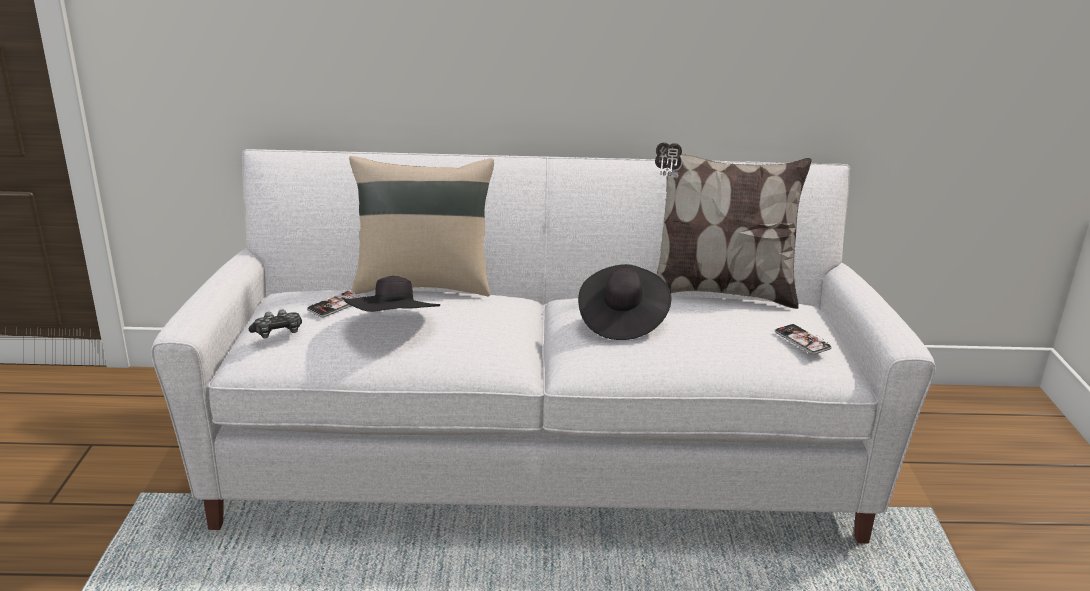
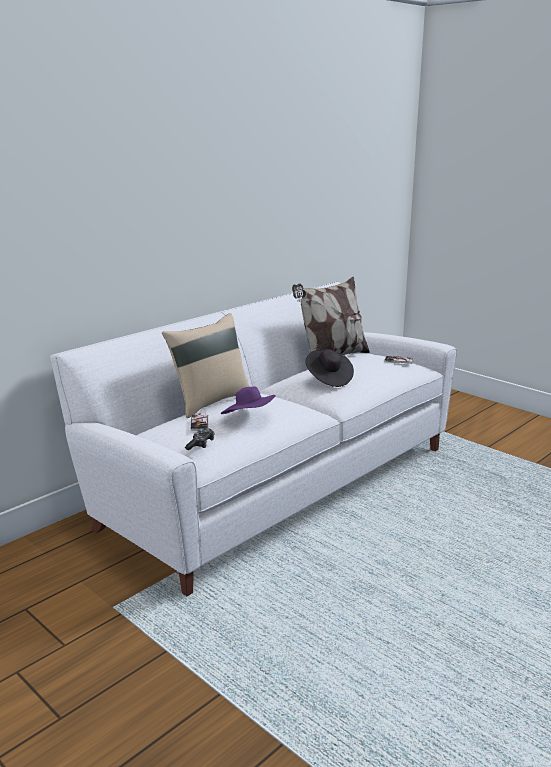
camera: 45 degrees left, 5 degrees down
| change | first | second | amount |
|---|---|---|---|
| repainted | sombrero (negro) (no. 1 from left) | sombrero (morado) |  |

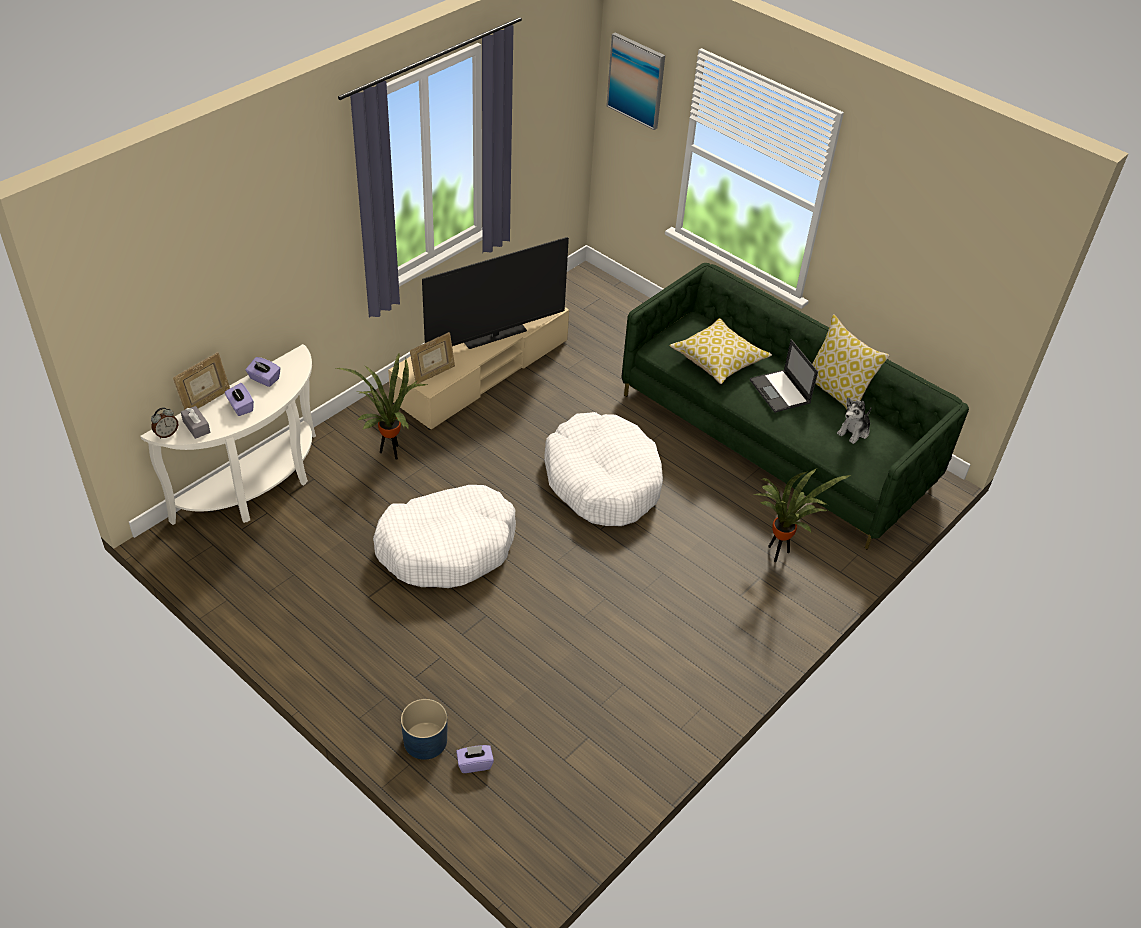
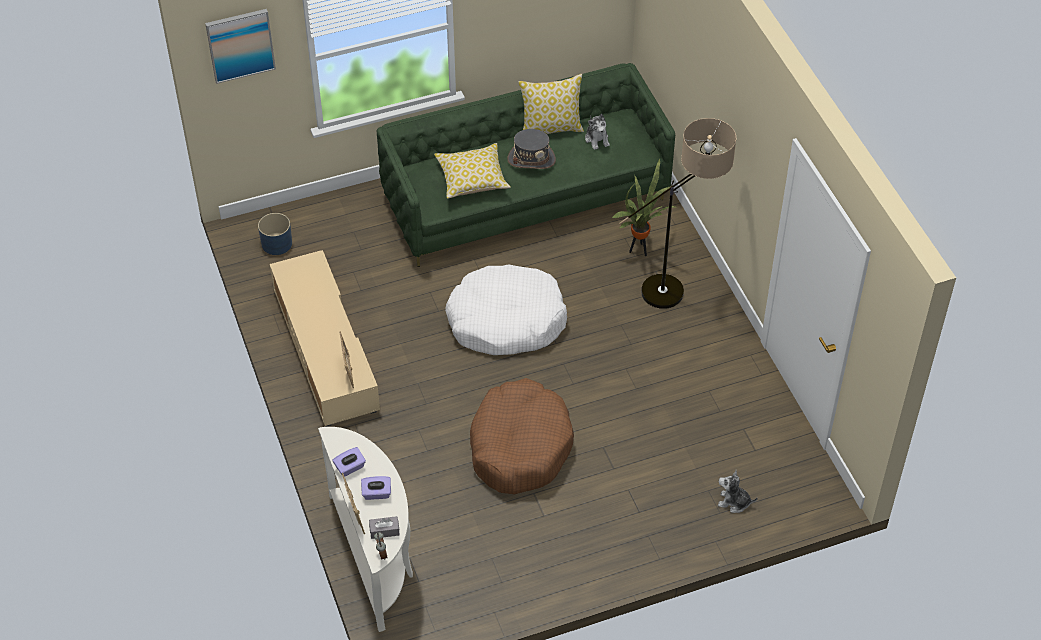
camera: 60 degrees left, 5 degrees up
| change | first | second | amount |
|---|---|---|---|
| shifted | maceta (azul) |  |  |
| repainted | cama para perro (blanco) (no. 1 from left) | cama para perro (marrón) |  |
| swapped | portátil | sombrero (gris) |  |
| new |  | lámpara de pie |  |
| swapped | caja de pañuelos (morado) (no. 3 from left) | peluche (no. 2 from left) |  |
| gone | planta en maceta (no. 1 from left) |  |  |
| gone | televisor |  |  |

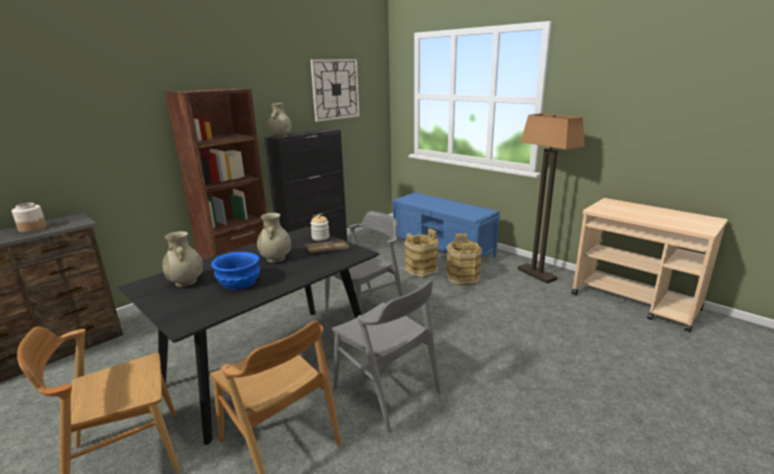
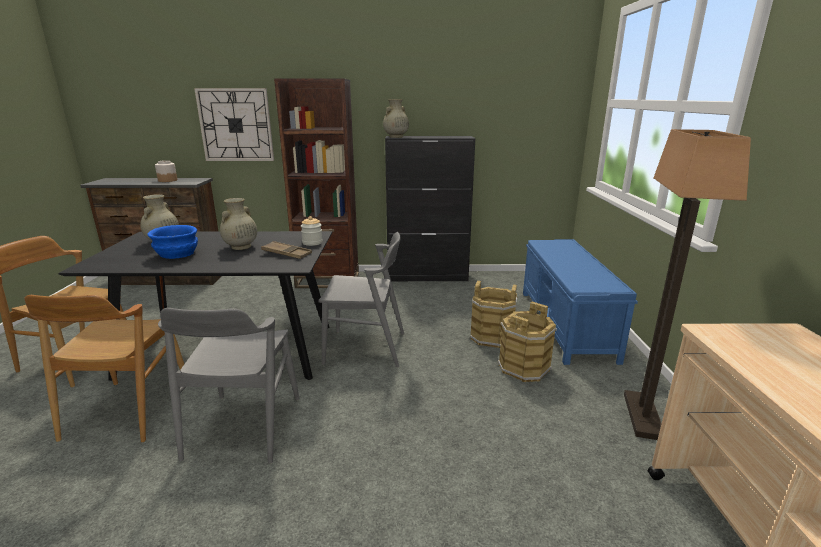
camera: 45 degrees right, 0 degrees up
| change | first | second | amount |
|---|---|---|---|
| shifted | reloj de pared |  |  |

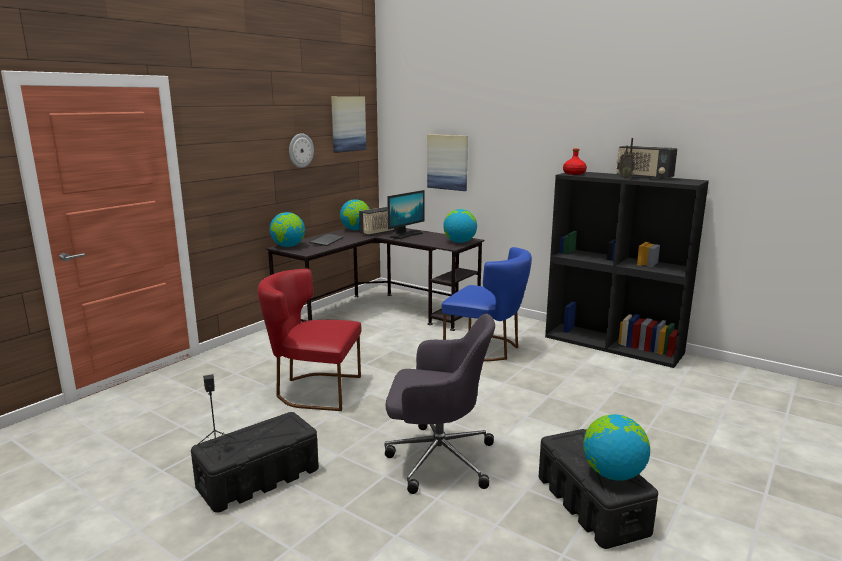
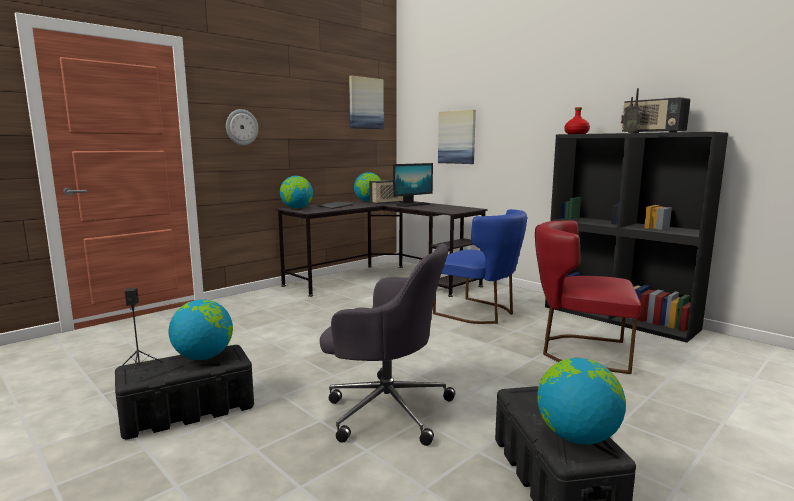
camera: 10 degrees right, 5 degrees down
| change | first | second | amount |
|---|---|---|---|
| shifted | globo terráqueo (no. 3 from left in the first image) | globo terráqueo (no. 1 from left) |  |
| shifted | reloj de pared |  |  |
| shifted | silla (rojo) |  |  |

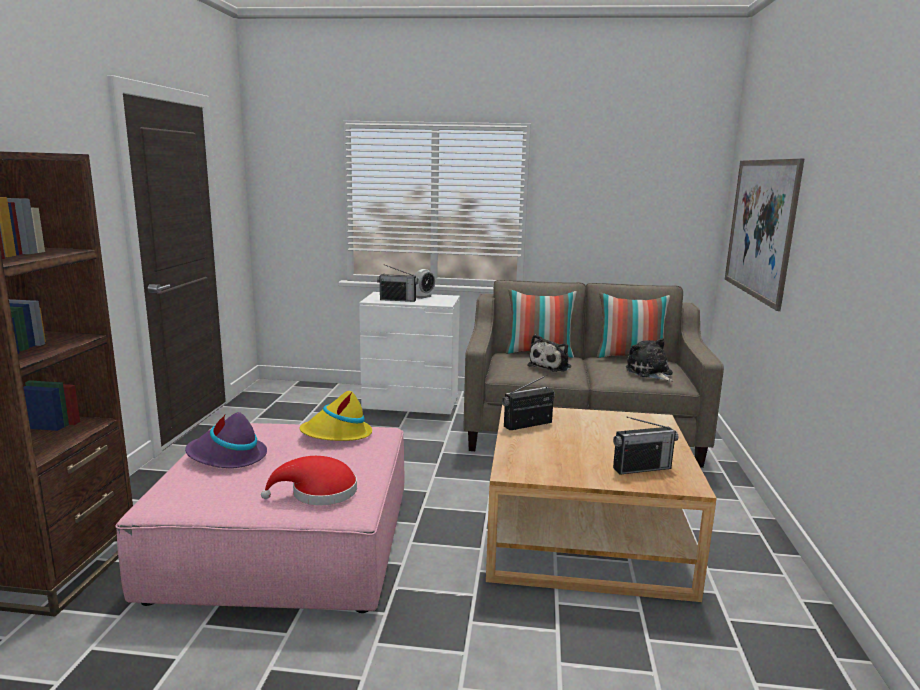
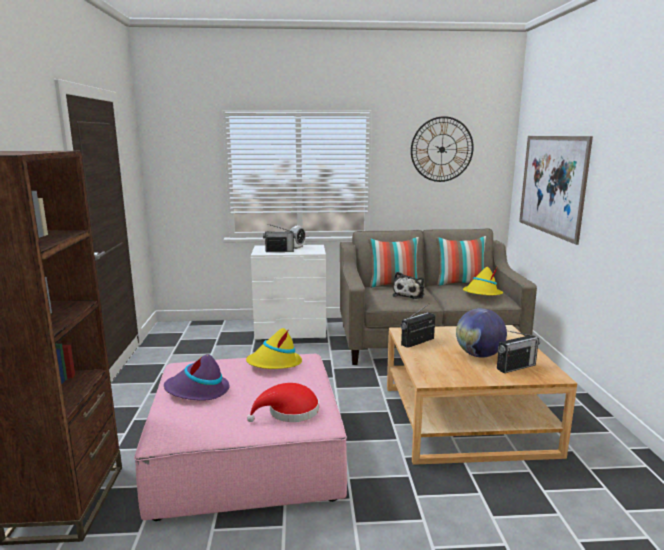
camera: 10 degrees left, 0 degrees up
| change | first | second | amount |
|---|---|---|---|
| new |  | reloj de pared |  |
| new |  | globo terráqueo |  |
| swapped | peluche (no. 2 from left) | sombrero (amarillo) (no. 2 from left) |  |

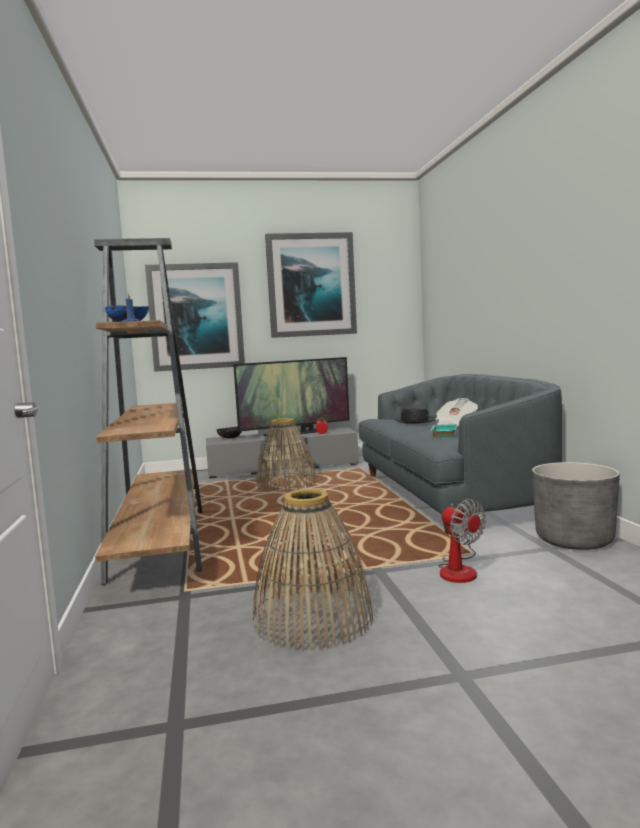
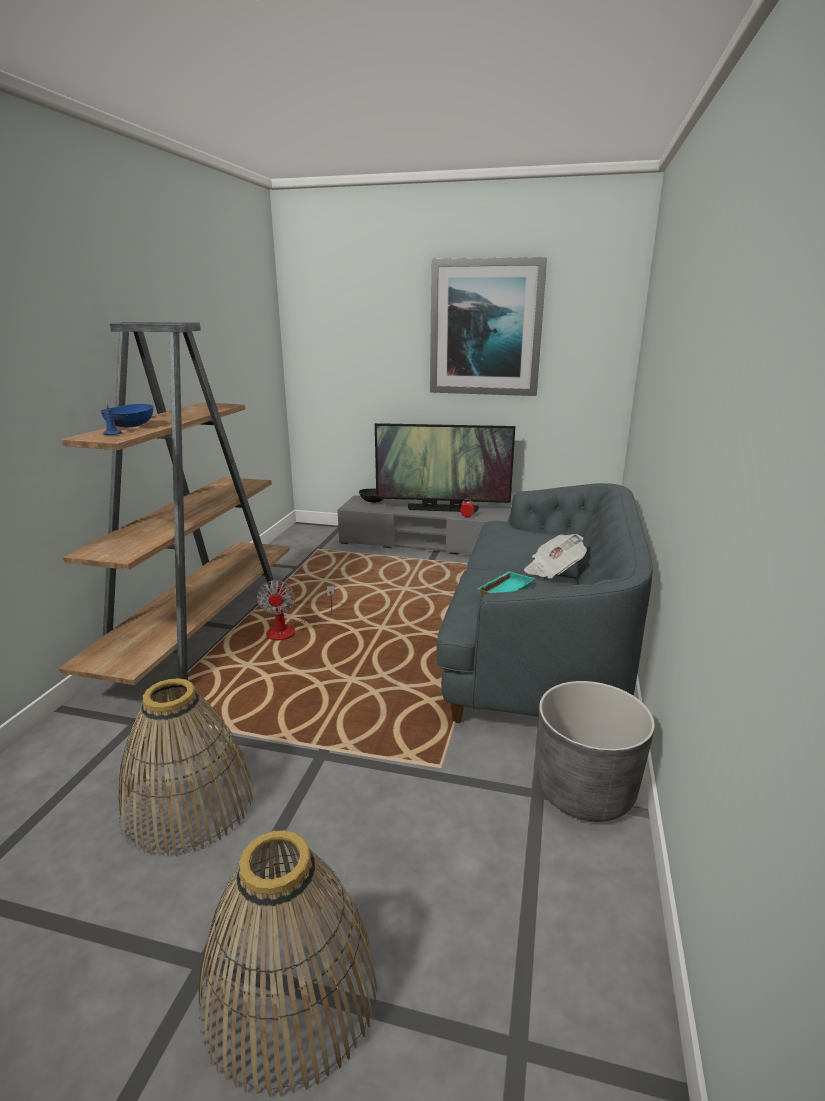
camera: 25 degrees right, 15 degrees up
| change | first | second | amount |
|---|---|---|---|
| shifted | cesta (no. 1 from left in the first image) | cesta (no. 2 from left) |  |
| shifted | ventilador |  |  |
| gone | cuadro (no. 1 from left) |  |  |
| gone | sombrero (negro) |  |  |

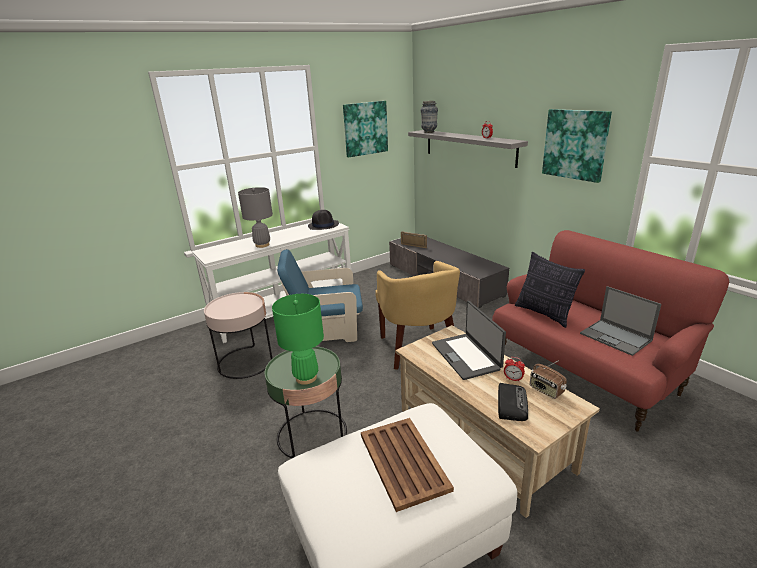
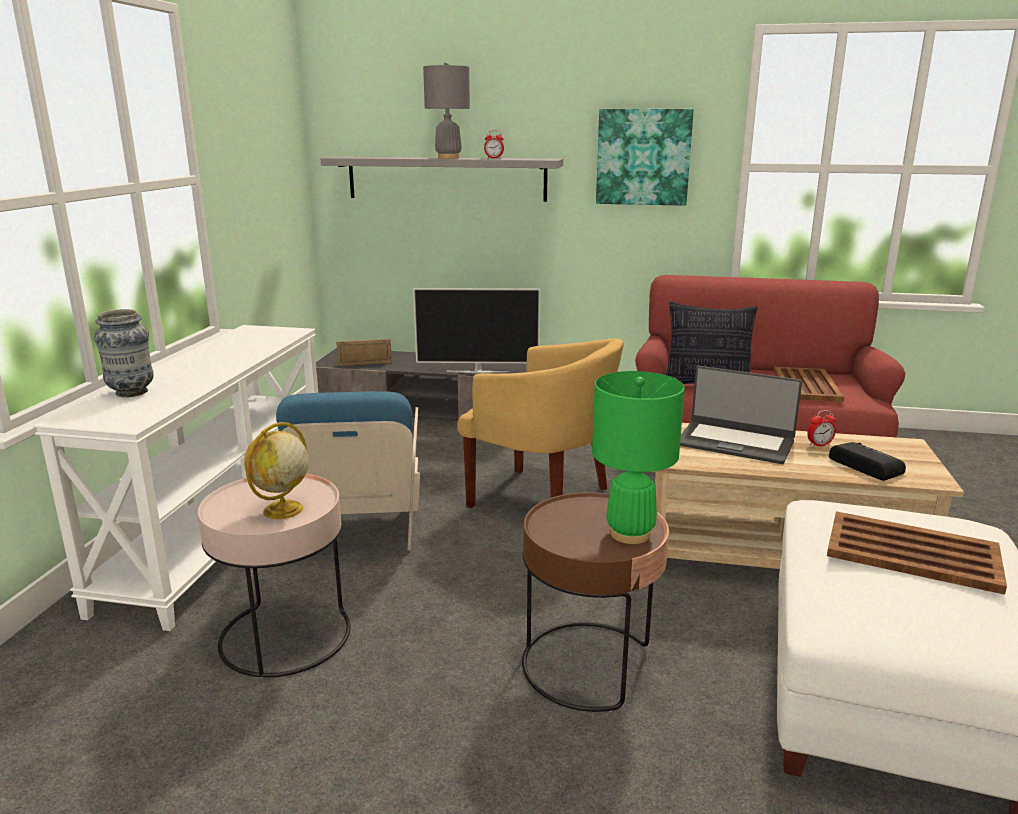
camera: 45 degrees left, 5 degrees down
| change | first | second | amount |
|---|---|---|---|
| shifted | florero |  |  |
| new |  | globo terráqueo |  |
| rotated | sillón (azul) |  | 45 degrees counterclockwise |
| new |  | televisor |  |
| shifted | lámpara de mesa (gris) |  |  |
| repainted | mesa auxiliar (verde) | mesa auxiliar (marrón) |  |
| swapped | portátil (no. 2 from left) | bandeja (marrón) (no. 1 from left) |  |
| gone | sombrero (negro) |  |  |
| gone | cuadro (no. 1 from left) |  |  |
| gone | radio (no. 2 from left) |  |  |

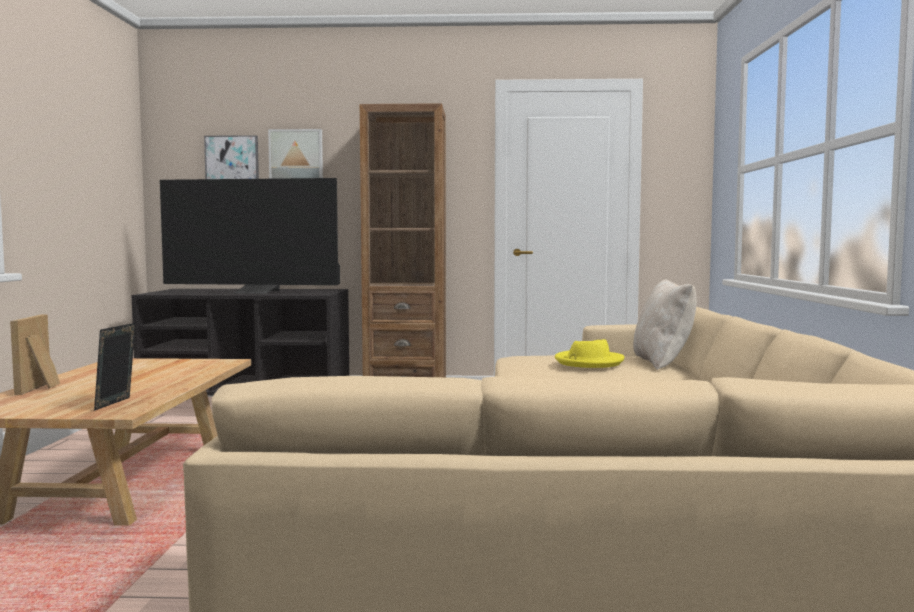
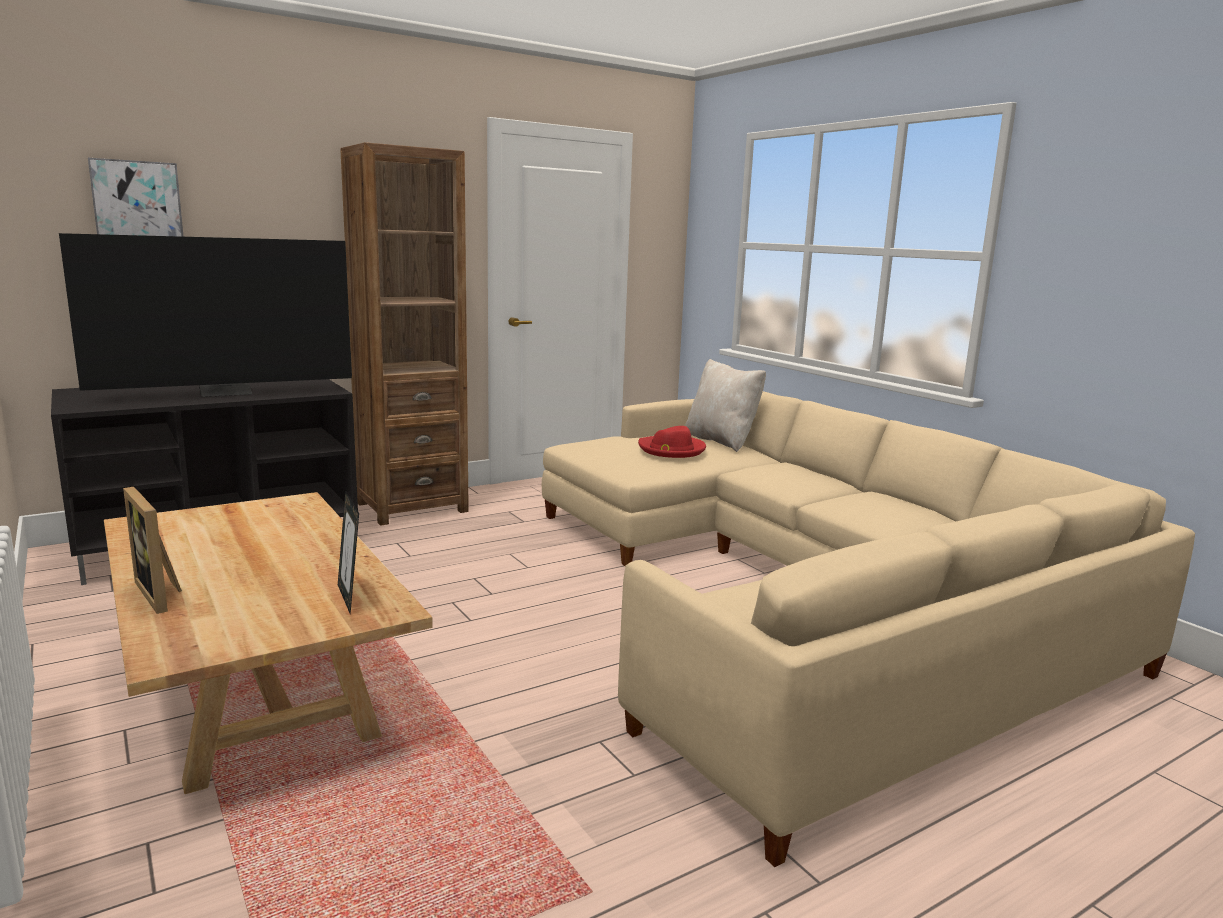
camera: 35 degrees left, 10 degrees up
| change | first | second | amount |
|---|---|---|---|
| repainted | sombrero (amarillo) | sombrero (rojo) |  |
| gone | cuadro (no. 2 from left) |  |  |

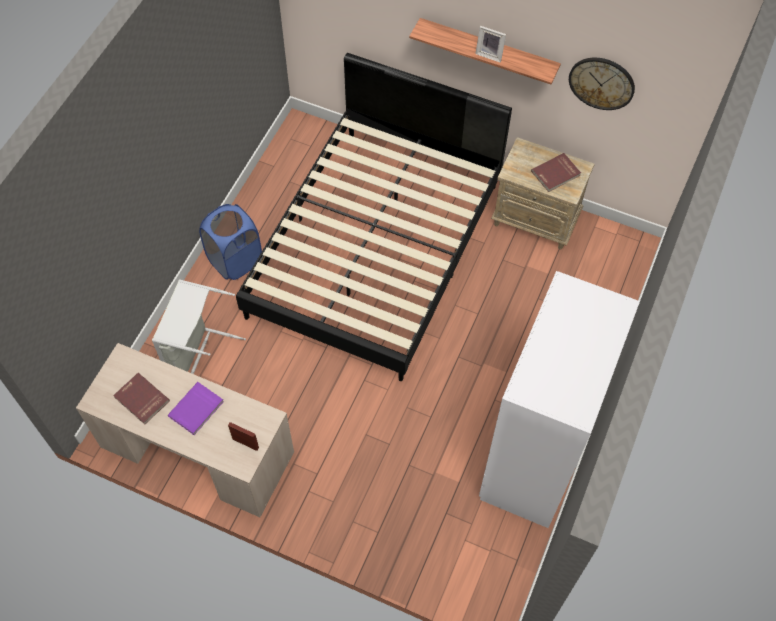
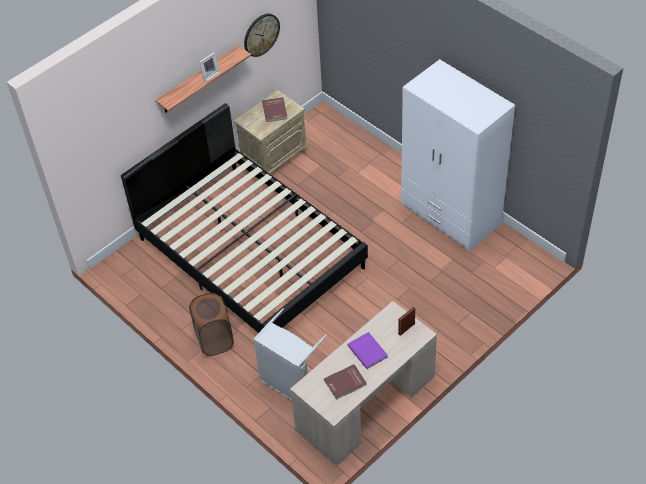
camera: 65 degrees left, 10 degrees down
| change | first | second | amount |
|---|---|---|---|
| repainted | cesto de la ropa (azul) | cesto de la ropa (marrón) |  |

